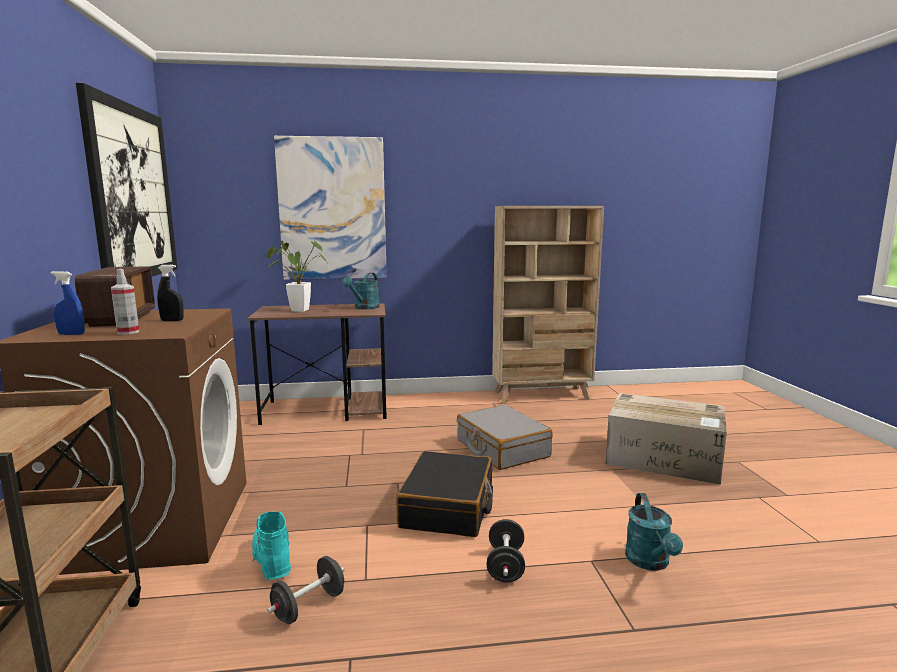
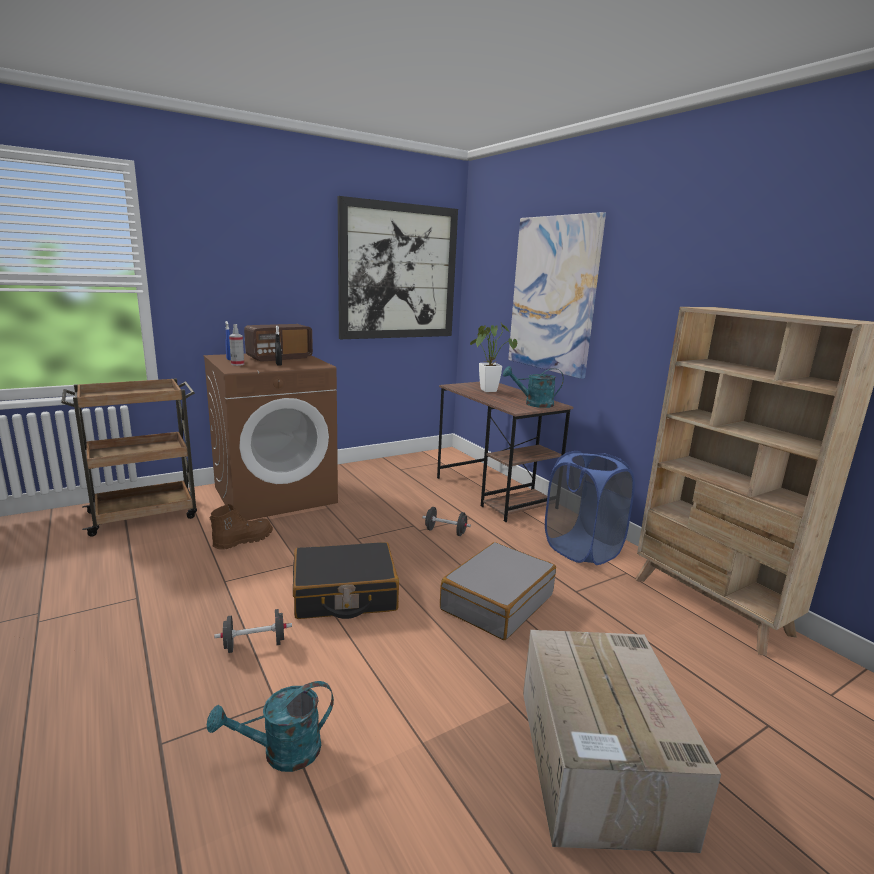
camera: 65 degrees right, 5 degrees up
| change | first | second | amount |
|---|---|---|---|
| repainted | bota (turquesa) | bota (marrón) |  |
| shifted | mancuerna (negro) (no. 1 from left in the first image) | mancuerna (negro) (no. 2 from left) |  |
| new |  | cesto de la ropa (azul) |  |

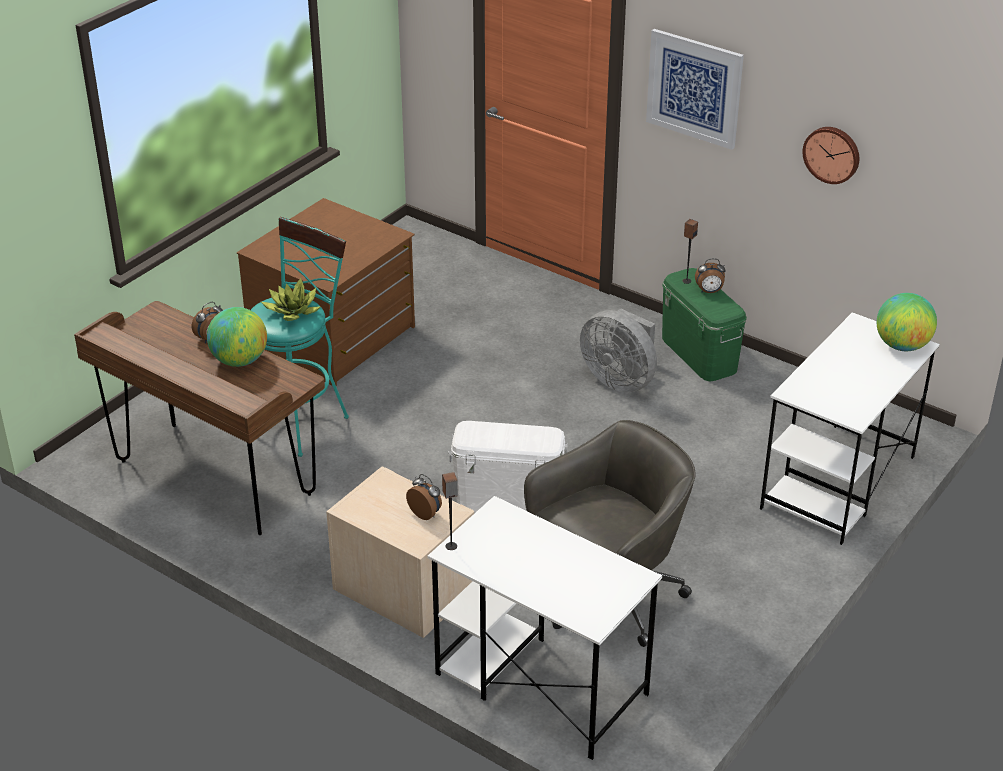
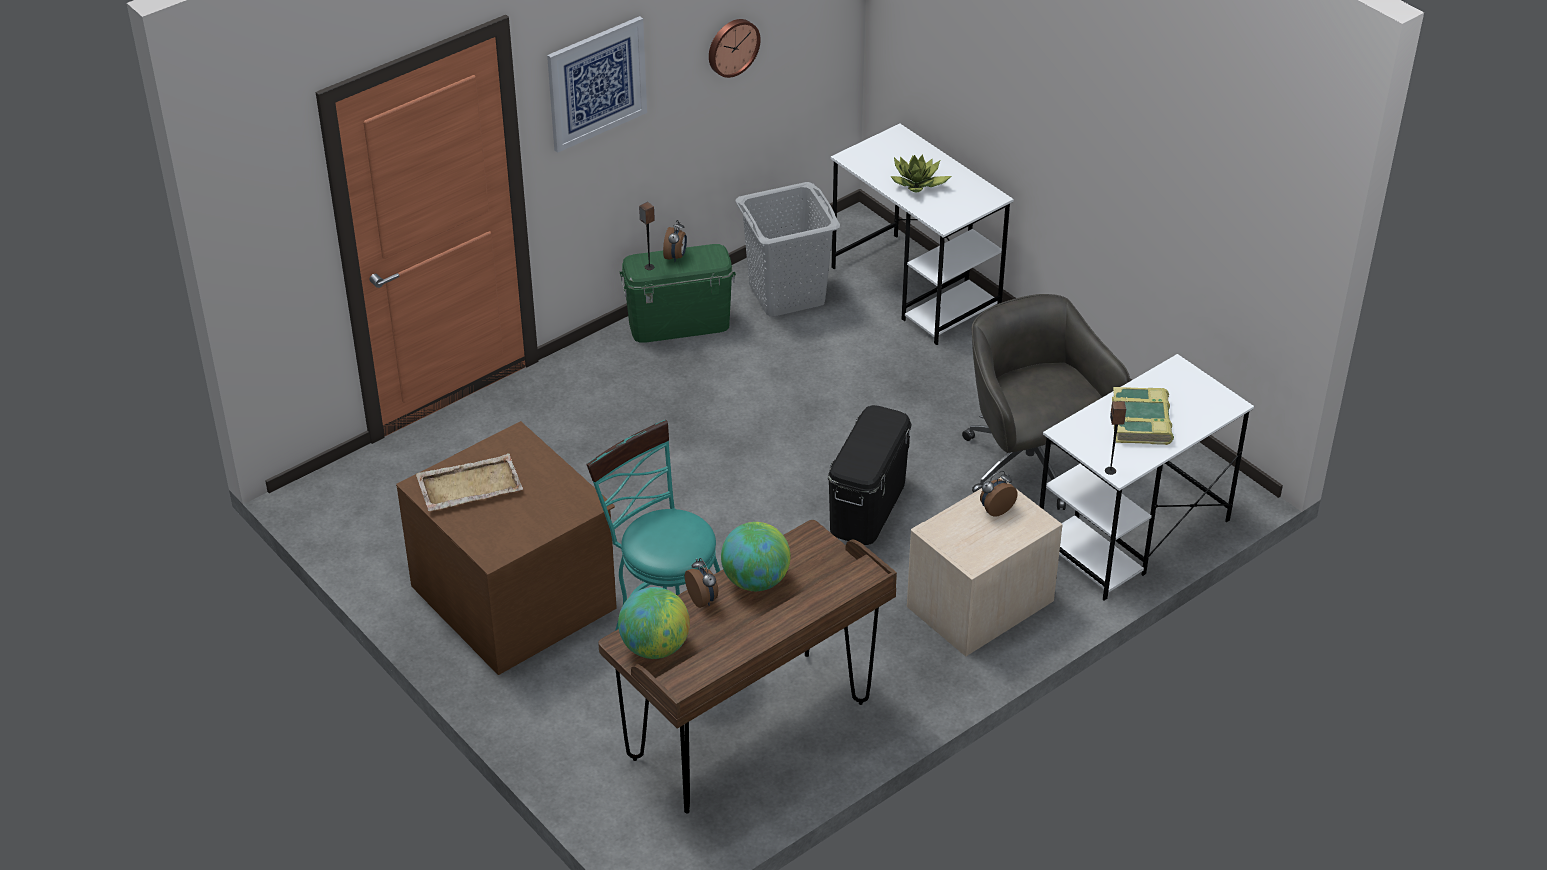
camera: 75 degrees left, 5 degrees up
| change | first | second | amount |
|---|---|---|---|
| new |  | bandeja (beis) |  |
| shifted | globo terráqueo (no. 2 from left in the first image) | globo terráqueo (no. 1 from left) |  |
| new |  | cesto de la ropa (gris) |  |
| repainted | caja de almacenaje (blanco) | caja de almacenaje (negro) |  |
| shifted | planta en maceta |  |  |
| new |  | libro |  |
| gone | ventilador (gris) |  |  |

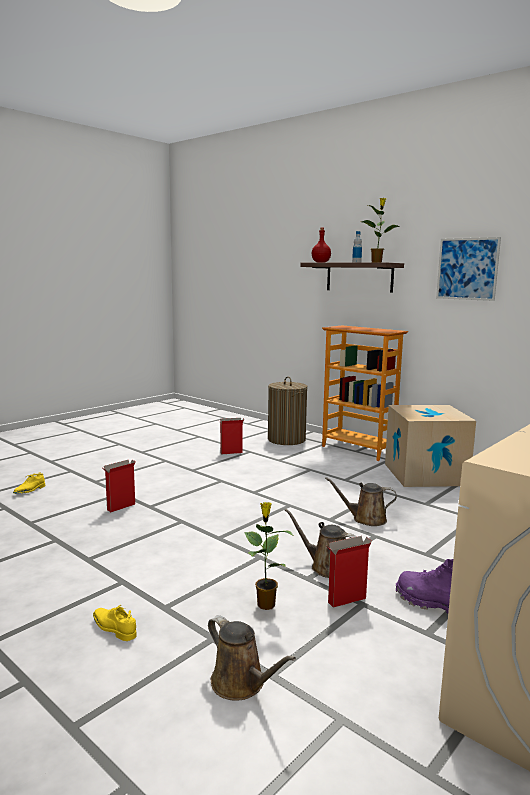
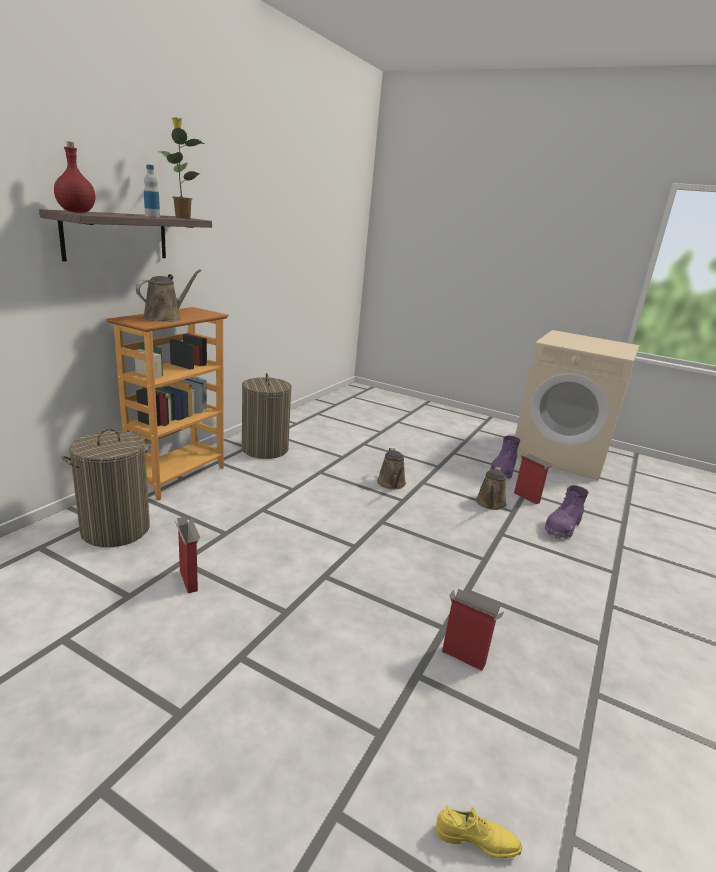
camera: 105 degrees left, 10 degrees up
| change | first | second | amount |
|---|---|---|---|
| shifted | regadera (marrón) (no. 1 from left) |  |  |
| swapped | caja de cartón (no. 4 from left) | cesto de la ropa (no. 2 from left) |  |
| swapped | planta en maceta (no. 1 from left) | bota (morado) (no. 2 from left) |  |
| gone | zapato (amarillo) (no. 2 from left) |  |  |
| gone | cuadro |  |  |

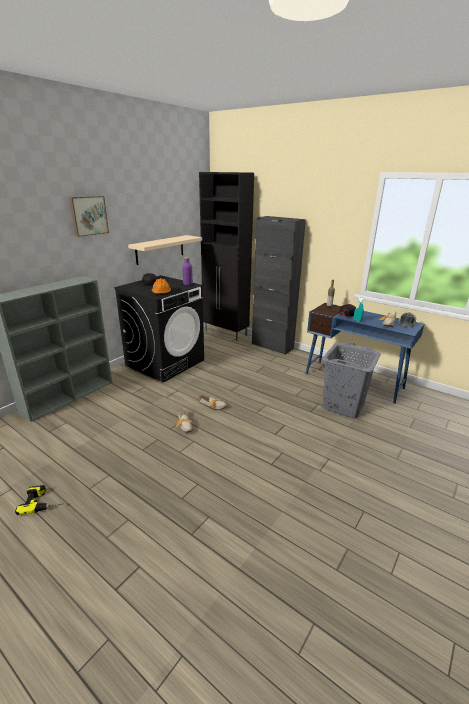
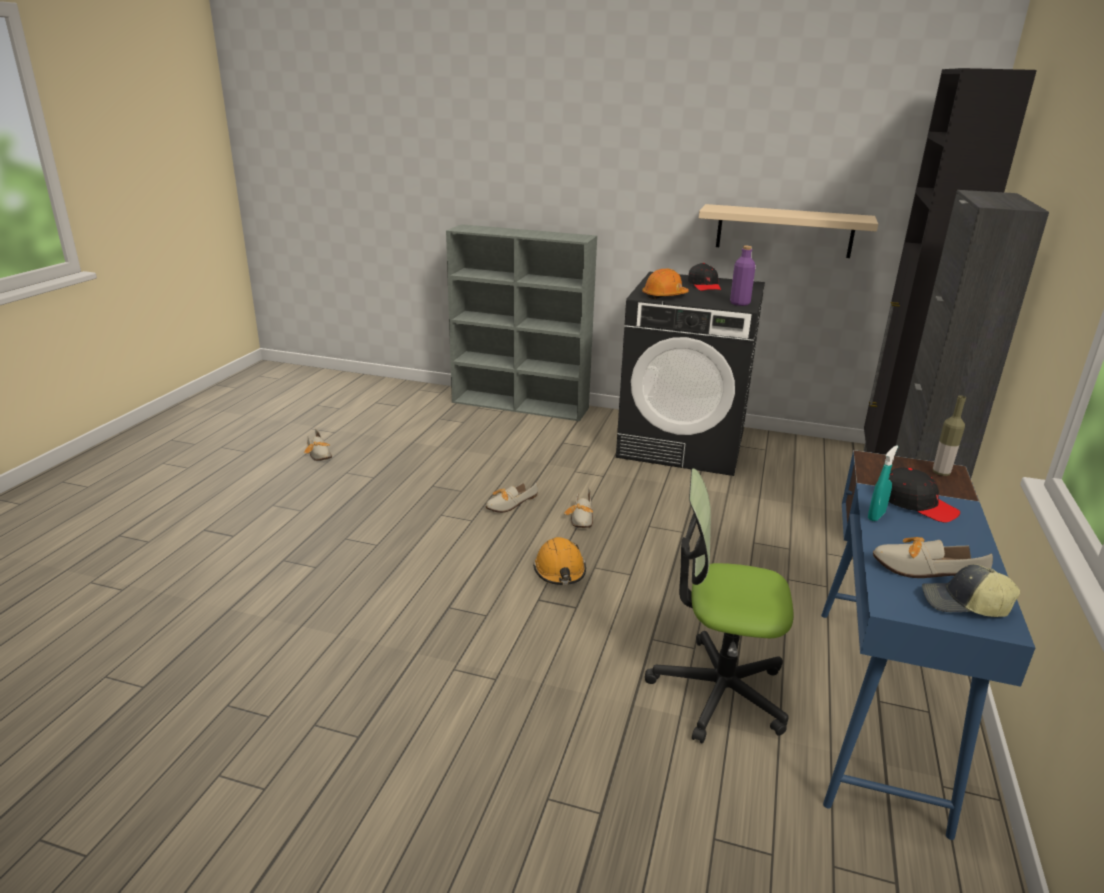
camera: 70 degrees right, 0 degrees up
| change | first | second | amount |
|---|---|---|---|
| swapped | taladro | zapato (no. 1 from left) |  |
| new |  | casco (naranja) (no. 1 from left) |  |
| swapped | cesto de la ropa (gris) | silla de oficina |  |
| gone | cuadro |  |  |

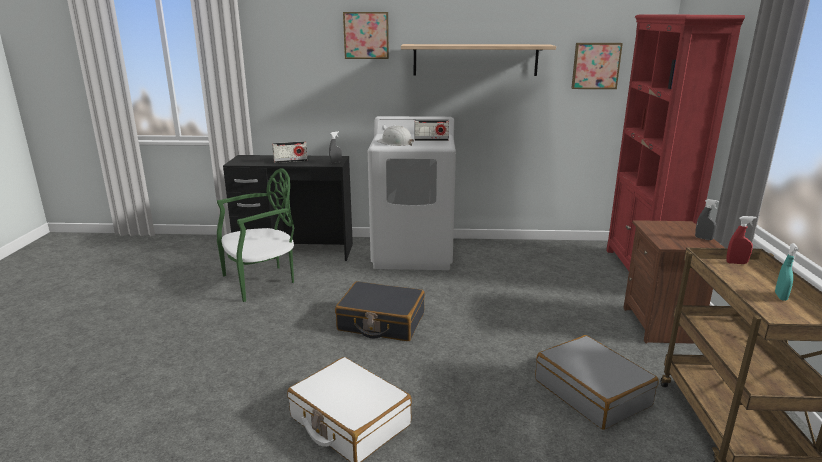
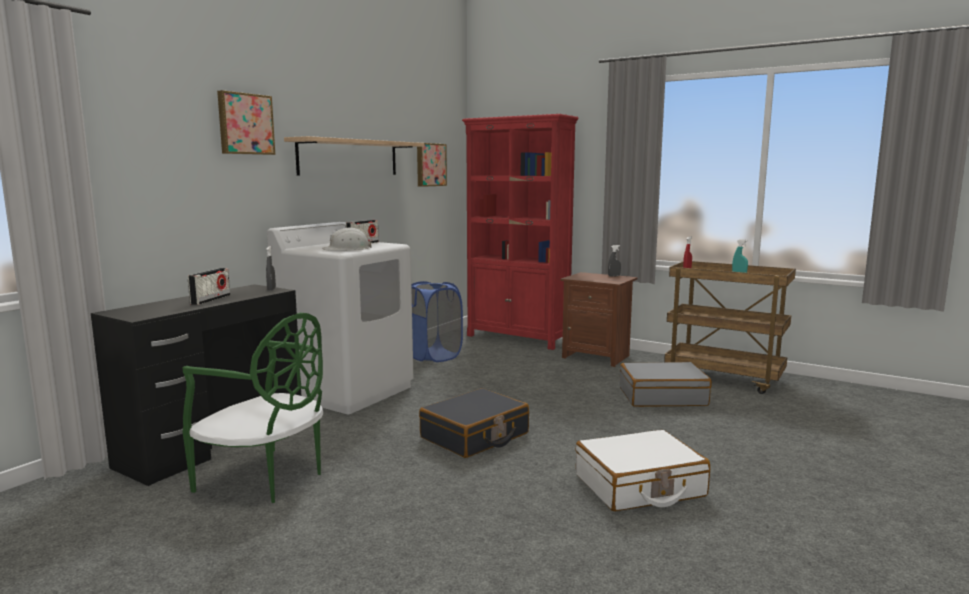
camera: 60 degrees left, 10 degrees down
| change | first | second | amount |
|---|---|---|---|
| rotated | silla (verde) |  | 120 degrees clockwise |
| new |  | cesto de la ropa (azul) |  |

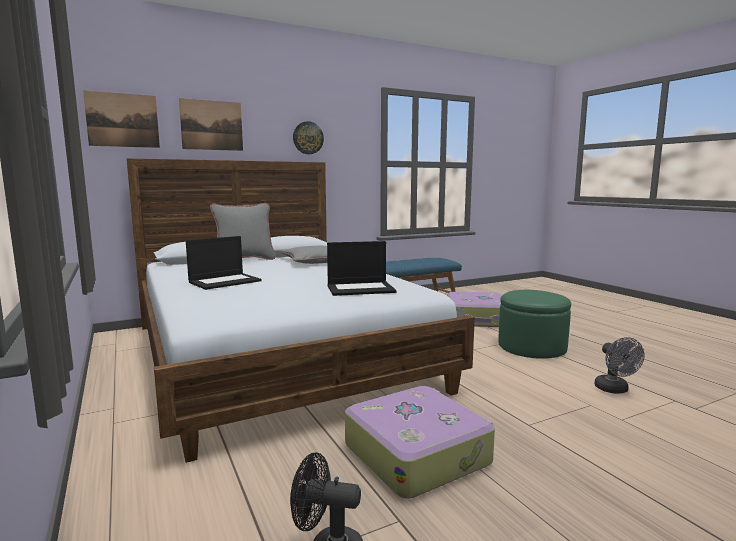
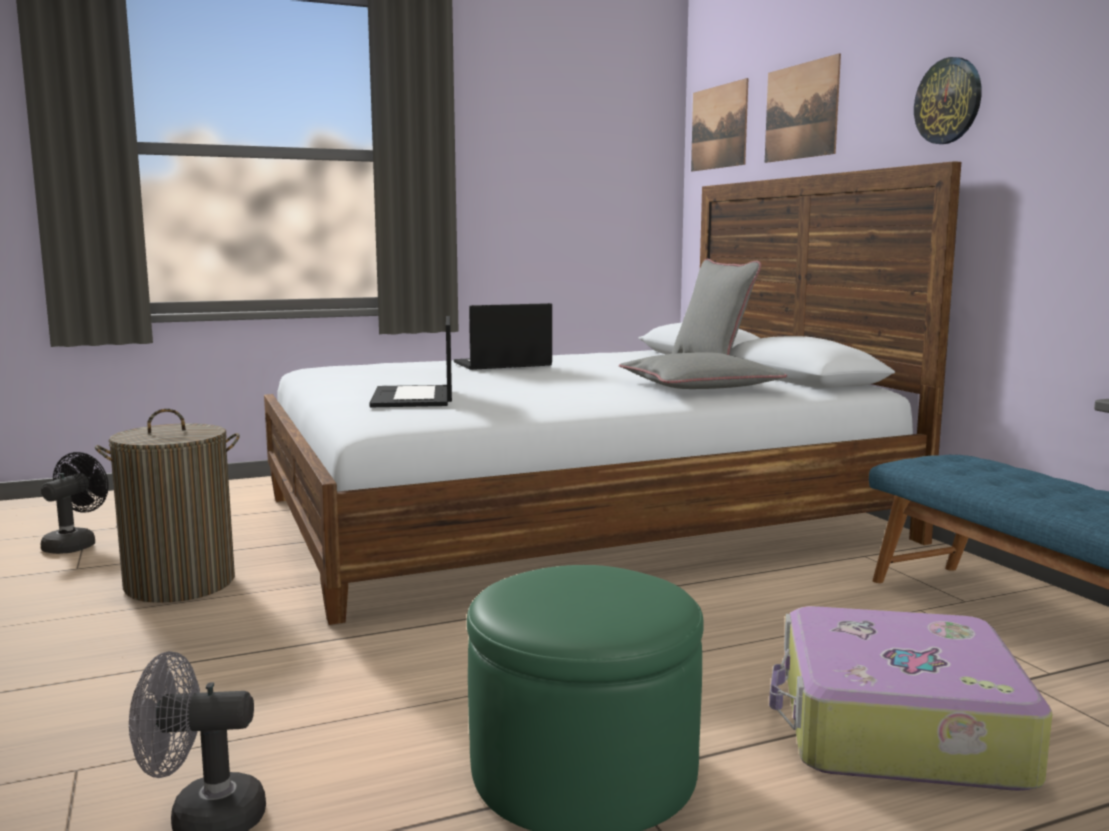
camera: 95 degrees right, 0 degrees up
| change | first | second | amount |
|---|---|---|---|
| swapped | maleta (no. 1 from left) | cesto de la ropa |  |
| rotated | portátil (no. 1 from left in the first image) | portátil (no. 2 from left) | 105 degrees clockwise |

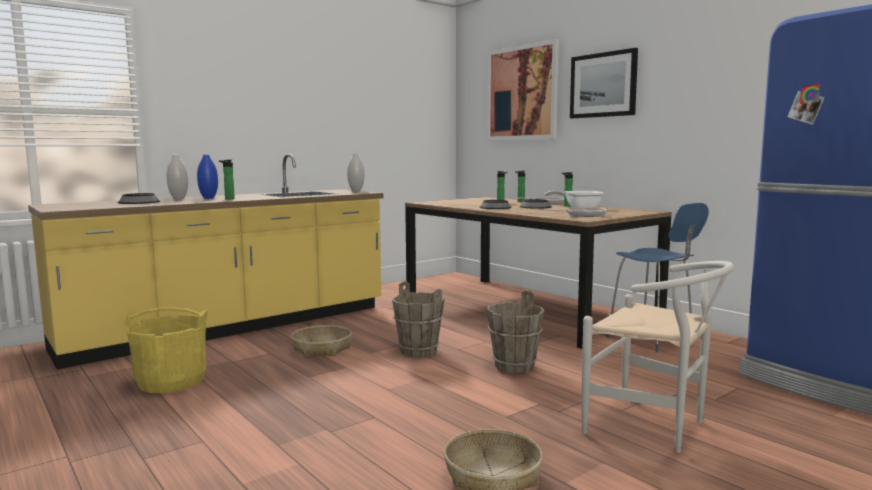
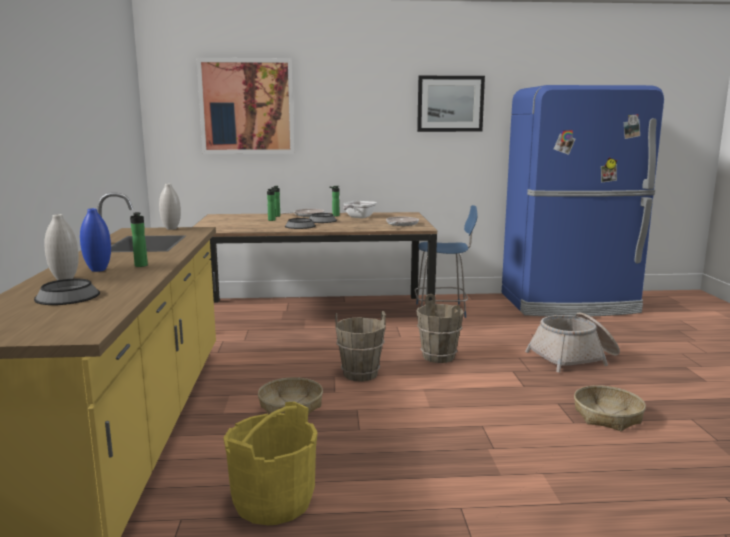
camera: 55 degrees left, 5 degrees up
| change | first | second | amount |
|---|---|---|---|
| shifted | cuadro (no. 2 from left) |  |  |
| swapped | silla (blanco) | cesta (no. 2 from left) |  |

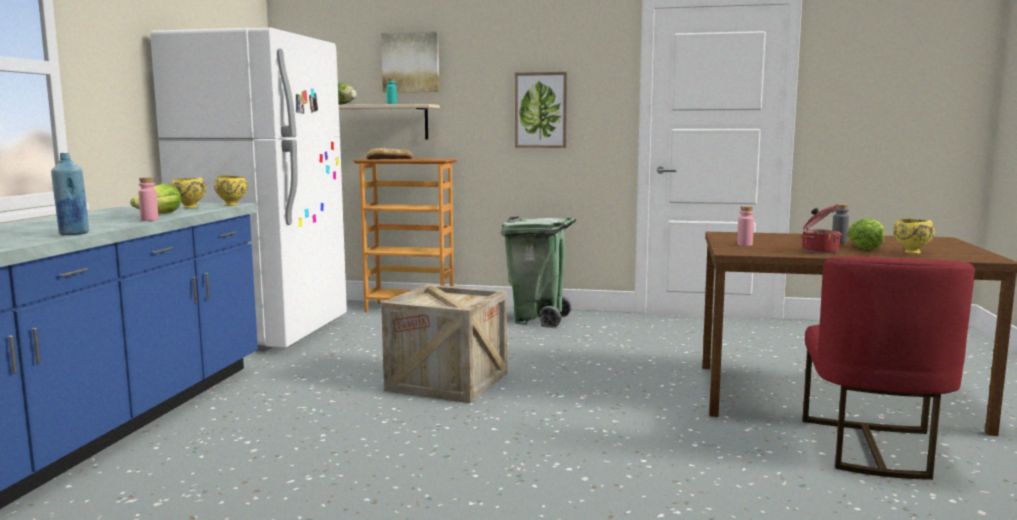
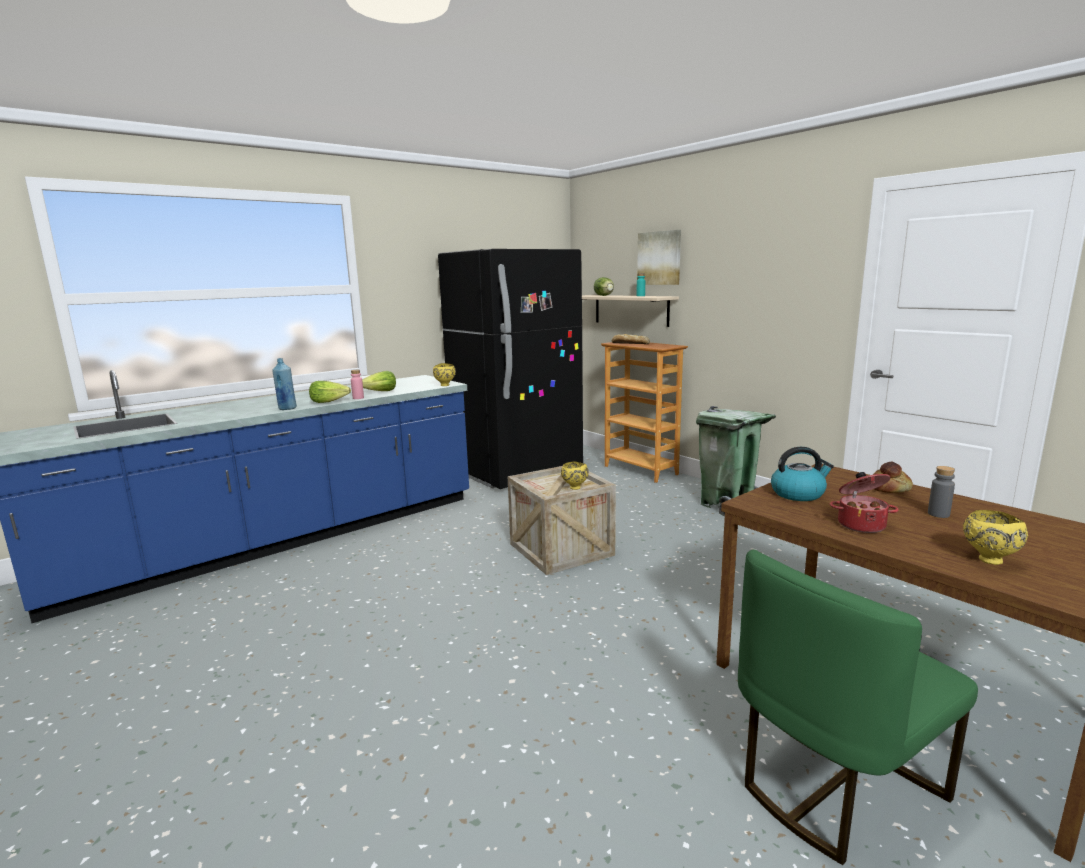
camera: 40 degrees right, 5 degrees up
| change | first | second | amount |
|---|---|---|---|
| shifted | lechuga (no. 3 from left in the first image) | lechuga (no. 1 from left) |  |
| repainted | nevera (blanco) | nevera (negro) |  |
| shifted | cuenco (amarillo) (no. 1 from left in the first image) | cuenco (amarillo) (no. 2 from left) |  |
| repainted | silla (rojo) | silla (verde) |  |
| swapped | botella (rosa) (no. 2 from left) | hervidor |  |
| new |  | pan (no. 2 from left) |  |
| gone | cuadro (no. 2 from left) |  |  |

